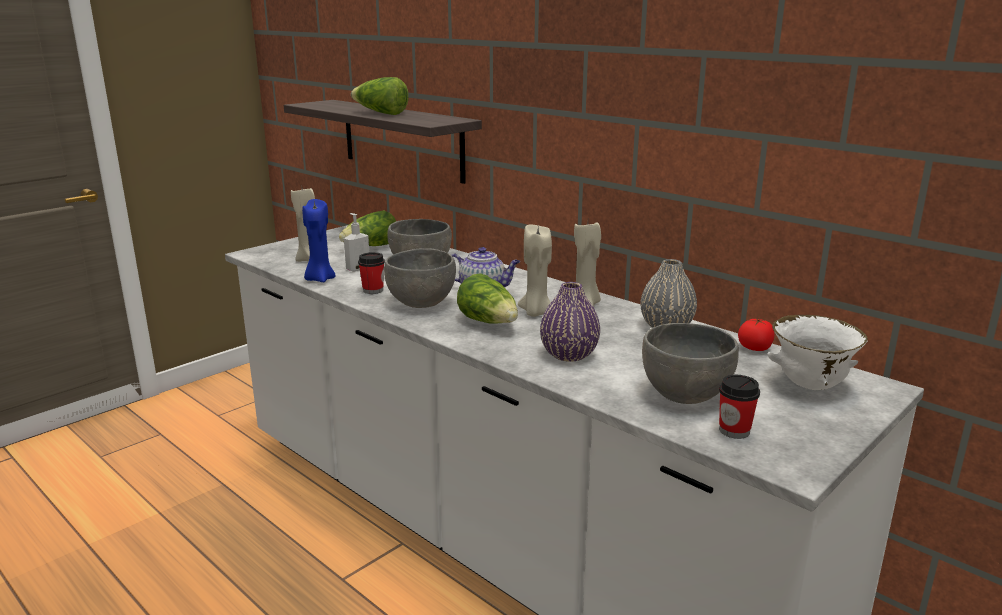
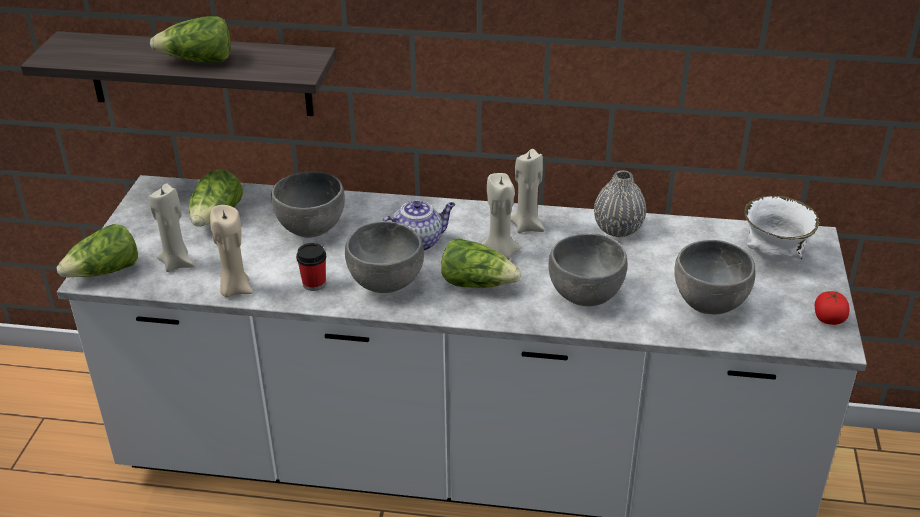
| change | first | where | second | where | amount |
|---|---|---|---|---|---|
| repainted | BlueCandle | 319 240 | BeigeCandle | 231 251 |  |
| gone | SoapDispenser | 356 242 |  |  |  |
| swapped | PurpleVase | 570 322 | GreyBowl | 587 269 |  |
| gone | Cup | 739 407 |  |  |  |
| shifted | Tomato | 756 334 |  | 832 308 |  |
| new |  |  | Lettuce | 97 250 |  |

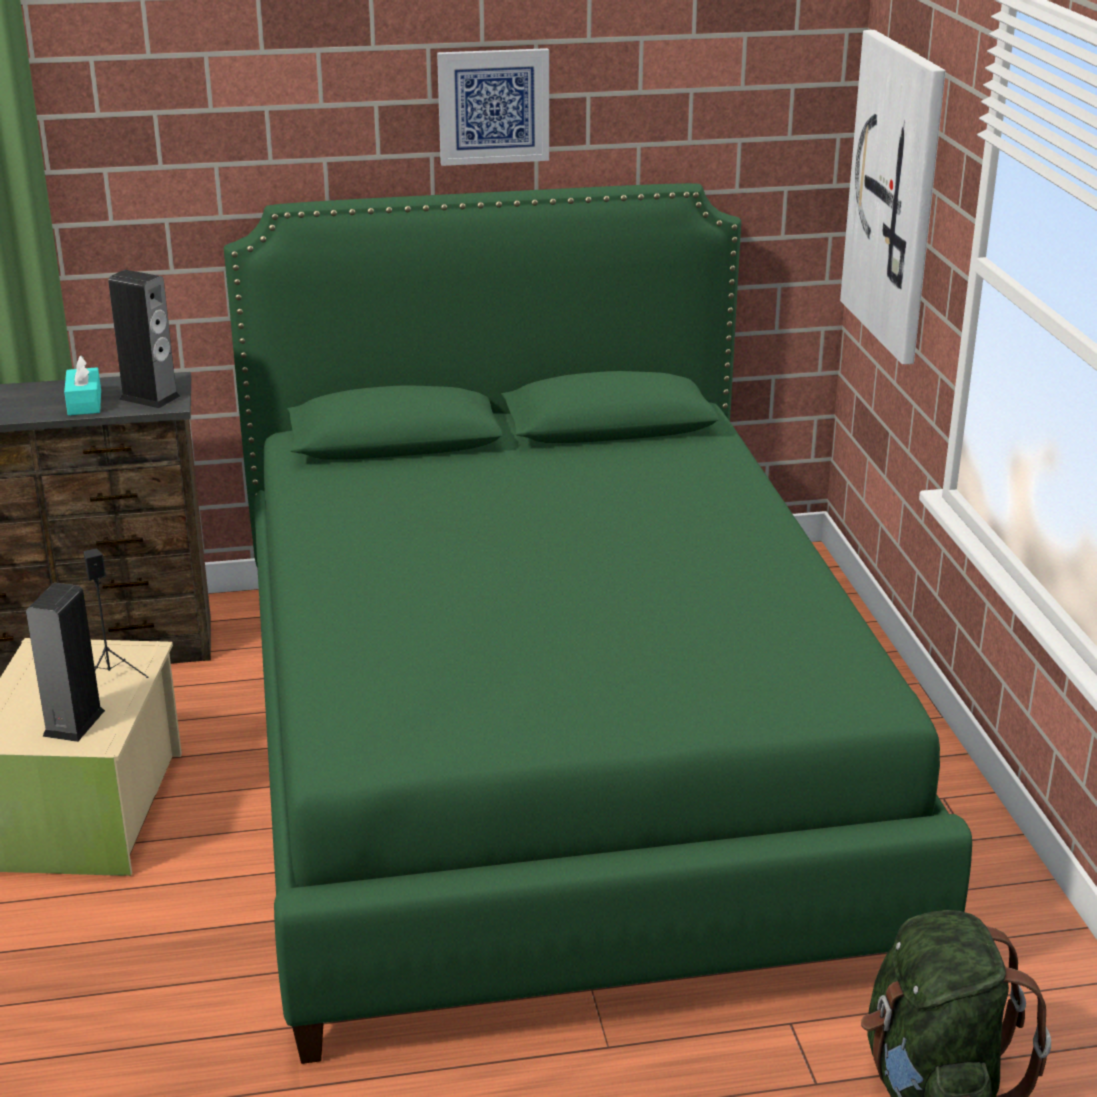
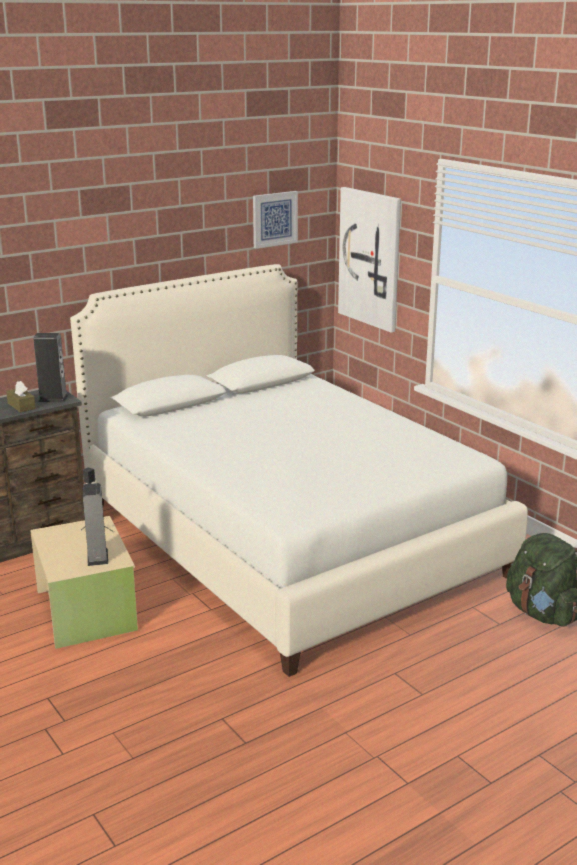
| change | first | where | second | where | amount |
|---|---|---|---|---|---|
| repainted | TurquoiseTissueBox | 82 386 | BrownTissueBox | 21 397 |  |
| repainted | GreenBed | 598 623 | WhiteBed | 299 470 |  |
| shifted | Picture | 493 107 |  | 275 219 |  |

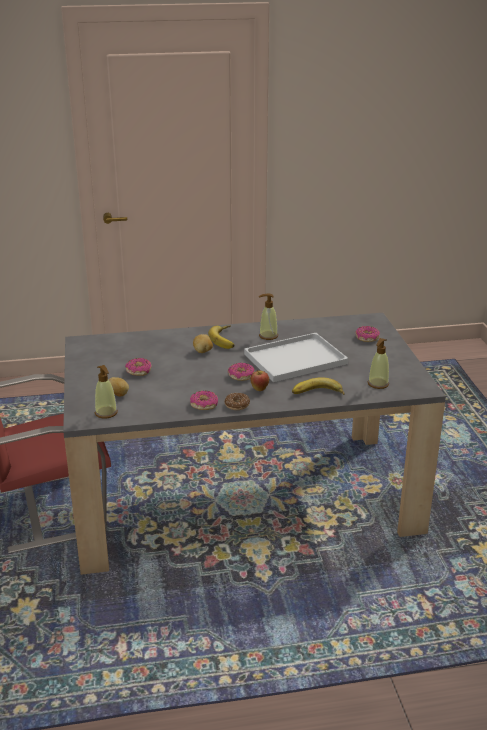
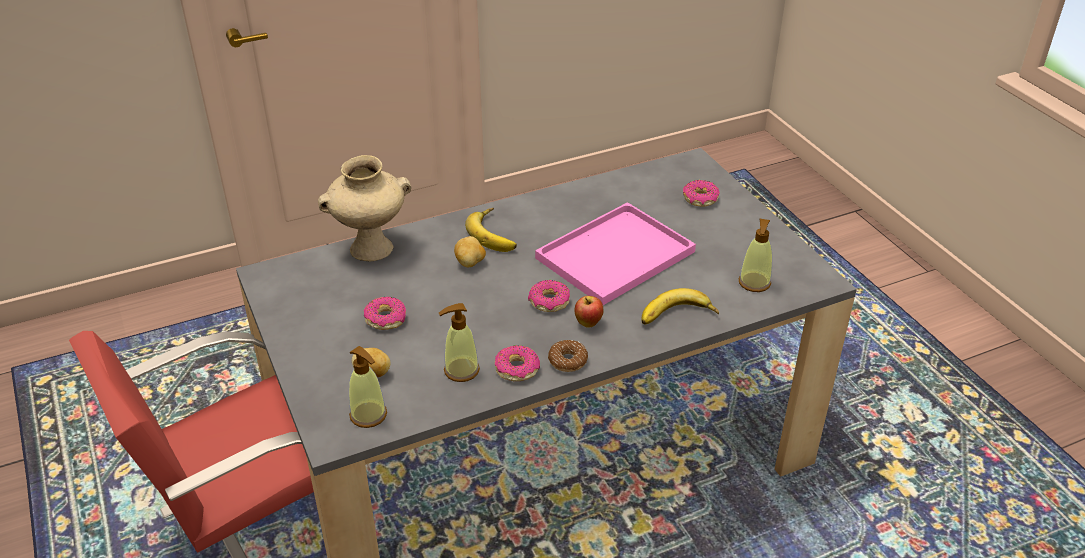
| change | first | where | second | where | amount |
|---|---|---|---|---|---|
| repainted | WhiteTray | 296 357 | PinkTray | 615 253 |  |
| shifted | SoapDispenser | 268 317 |  | 459 342 |  |
| new |  |  | BeigeVase | 364 208 |  |

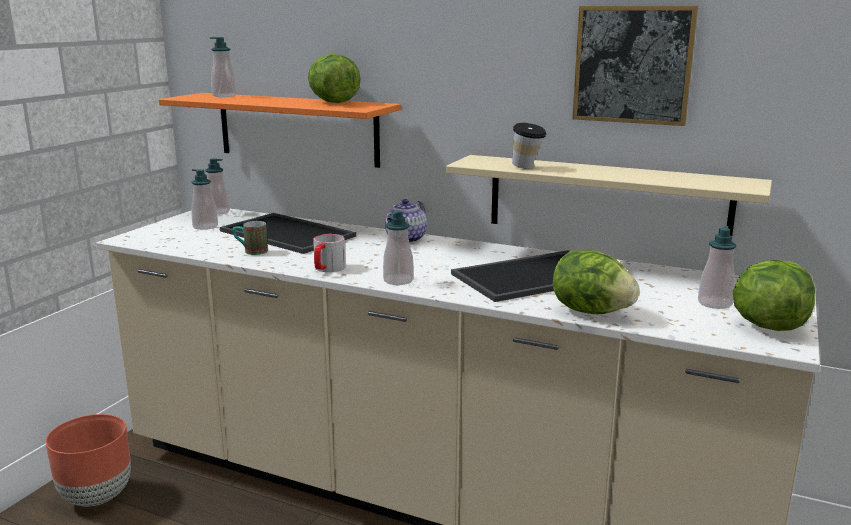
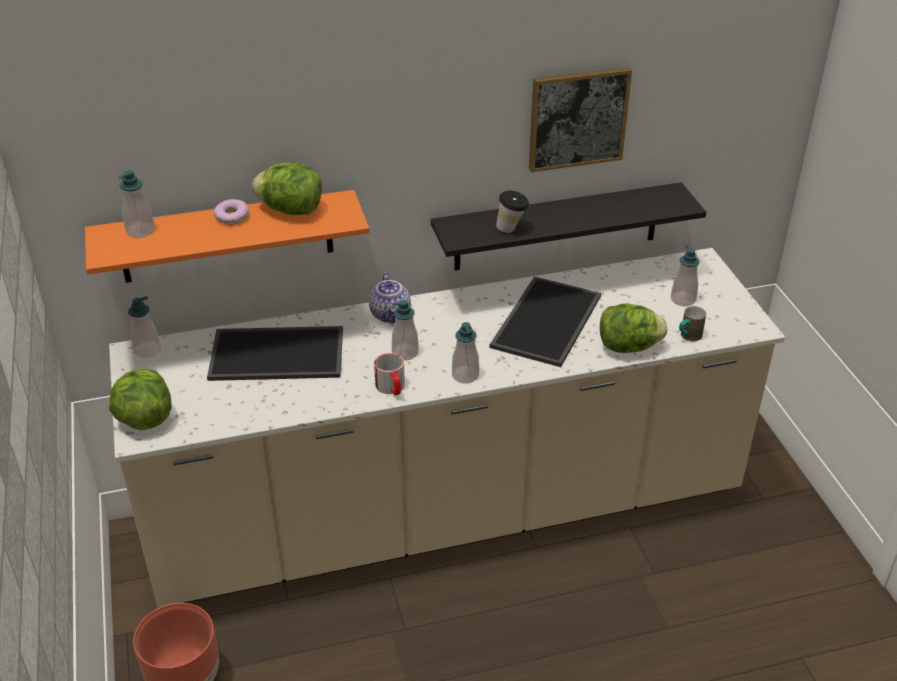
| change | first | where | second | where | amount |
|---|---|---|---|---|---|
| shifted | SoapDispenser | 204 199 |  | 405 330 |  |
| shifted | Mug | 250 238 |  | 692 323 |  |
| repainted | BeigeShelf | 609 195 | BlackShelf | 568 226 |  |
| shifted | Lettuce | 774 295 |  | 140 399 |  |
| new |  |  | Donut | 231 212 |  |

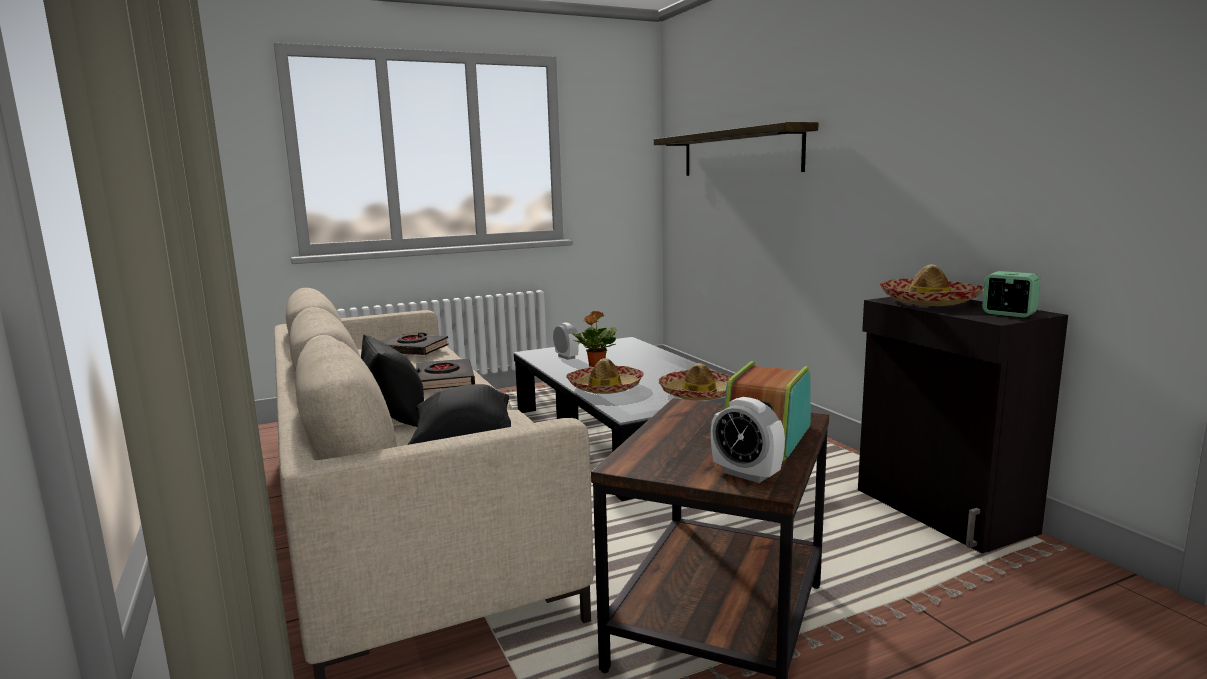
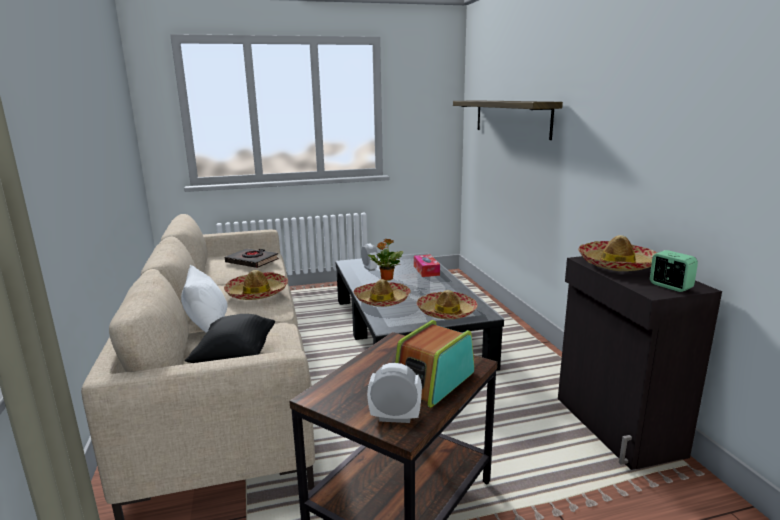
| change | first | where | second | where | amount |
|---|---|---|---|---|---|
| repainted | BlackPillow | 392 380 | WhitePillow | 204 299 |  |
| swapped | BlackBook | 445 374 | Hat | 256 285 |  |
| rotated | AlarmClock | 748 440 |  | 394 393 | 135 degrees clockwise |
| new |  |  | TissueBox | 427 265 |  |

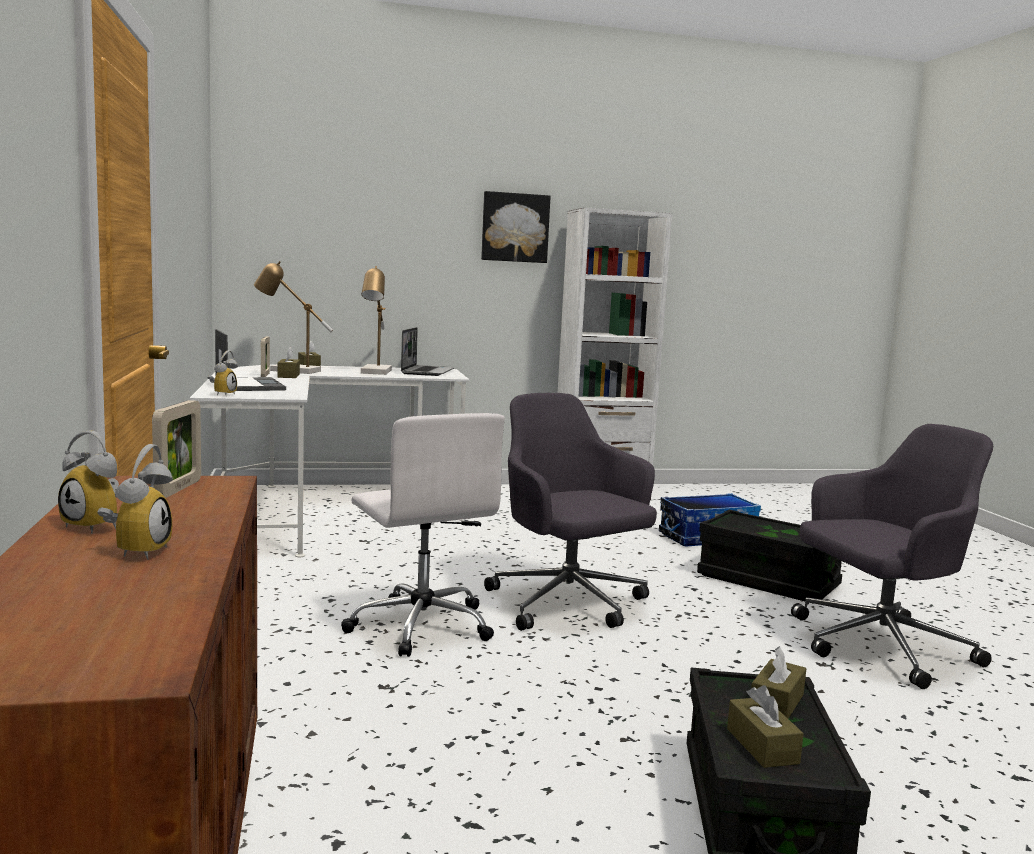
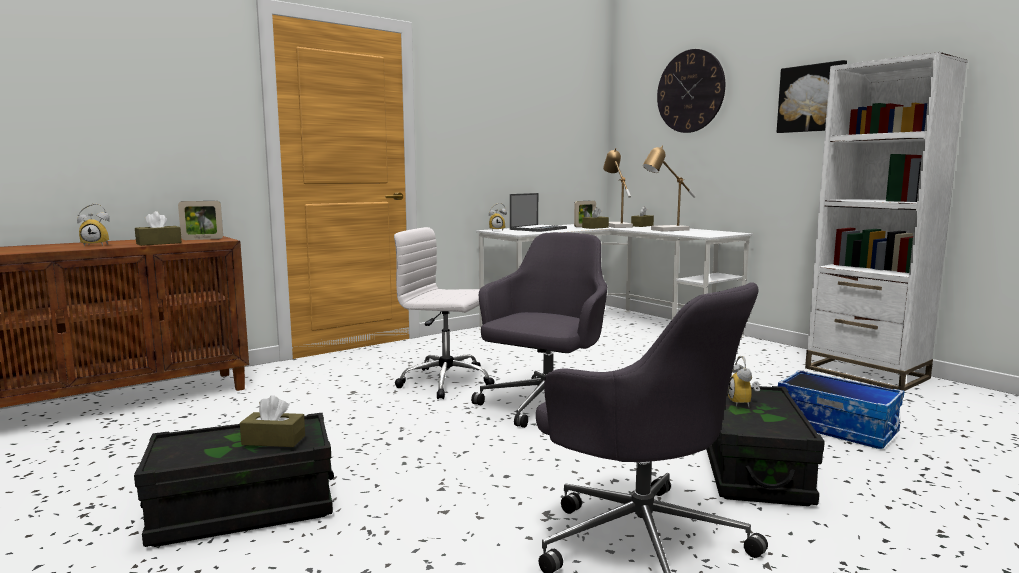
| change | first | where | second | where | amount |
|---|---|---|---|---|---|
| shifted | AlarmClock | 88 482 |  | 744 381 |  |
| rotated | WhiteOfficeChair | 423 535 |  | 444 313 | 75 degrees clockwise |
| gone | Laptop | 427 351 |  |  |  |
| shifted | BrownTissueBox | 765 726 |  | 158 228 |  |
| new |  |  | WallClock | 691 91 |  |

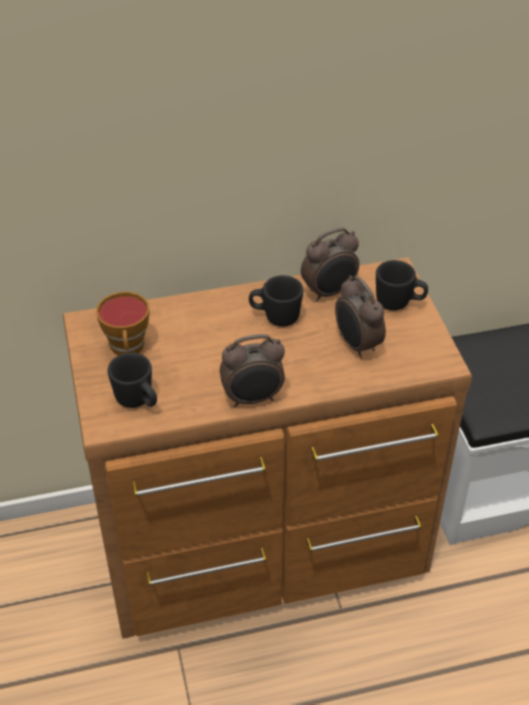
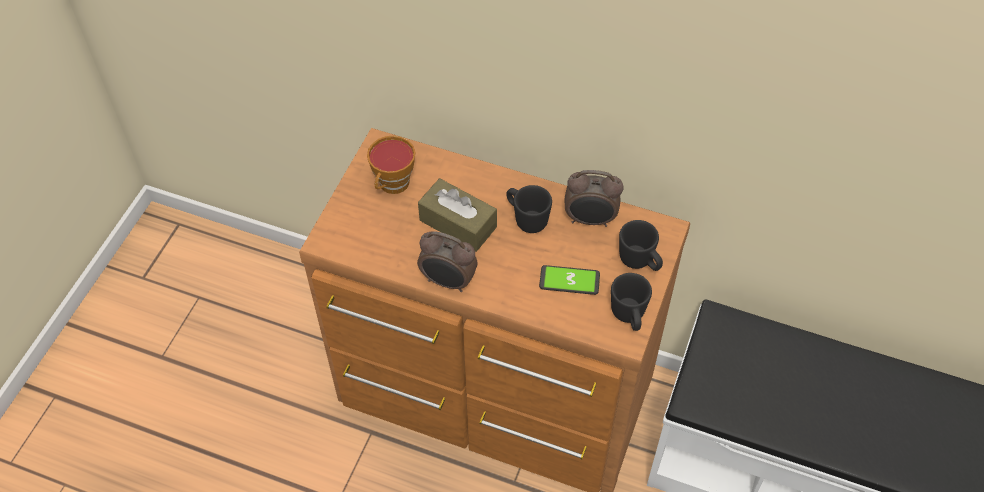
| change | first | where | second | where | amount |
|---|---|---|---|---|---|
| shifted | BlackMug | 132 380 |  | 631 302 |  |
| swapped | AlarmClock | 360 316 | Phone | 569 280 |  |
| new |  |  | BrownTissueBox | 457 215 |  |

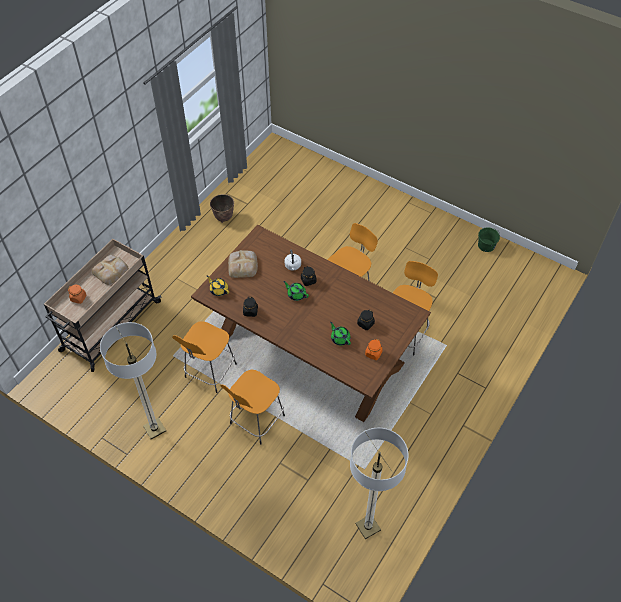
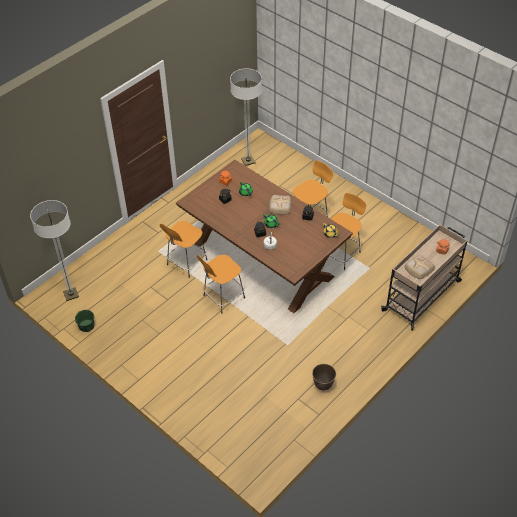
| change | first | where | second | where | amount |
|---|---|---|---|---|---|
| shifted | FloorLamp | 133 380 |  | 54 250 |  |
| shifted | Bread | 243 264 |  | 280 205 |  |

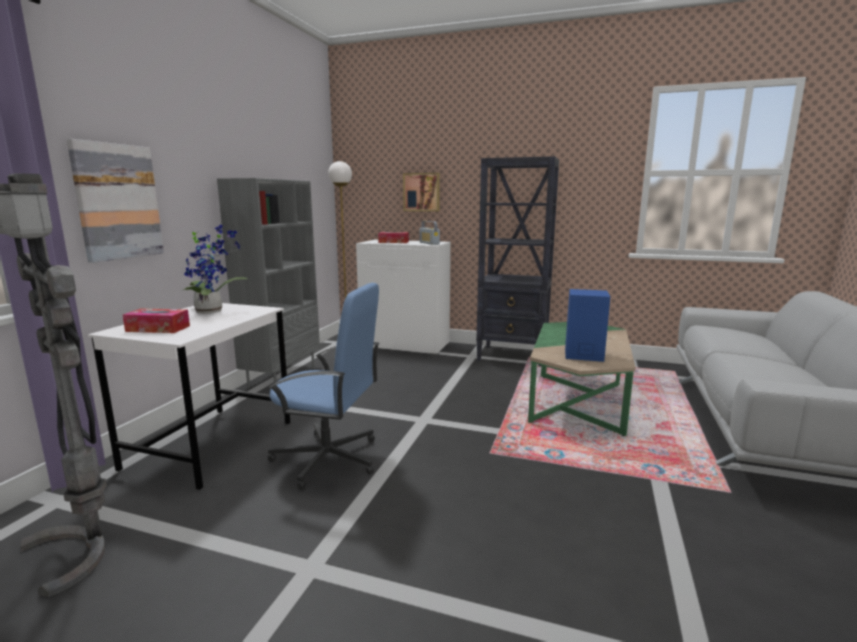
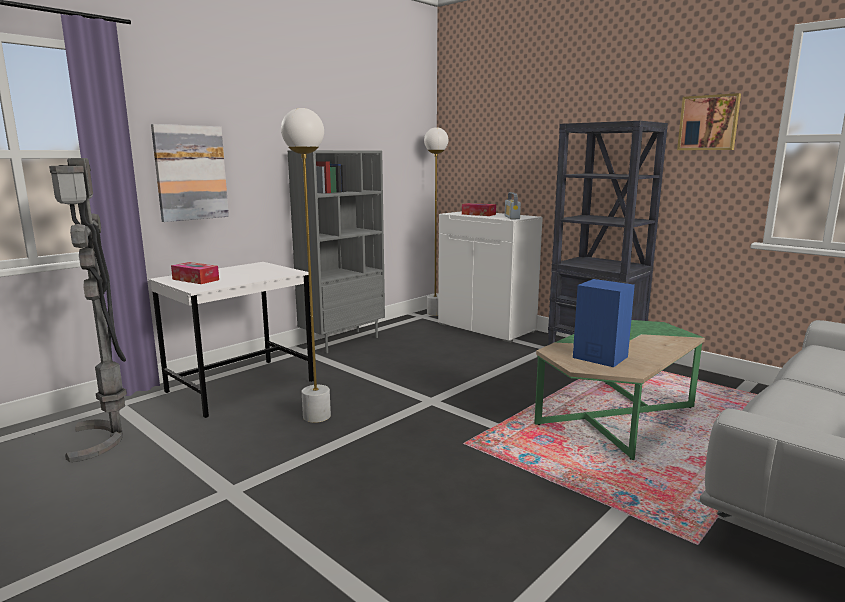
| change | first | where | second | where | amount |
|---|---|---|---|---|---|
| gone | PottedPlant | 214 269 |  |  |  |
| swapped | BlueOfficeChair | 324 386 | WhiteFloorLamp | 306 265 |  |
| shifted | Picture | 421 192 |  | 709 121 |  |

